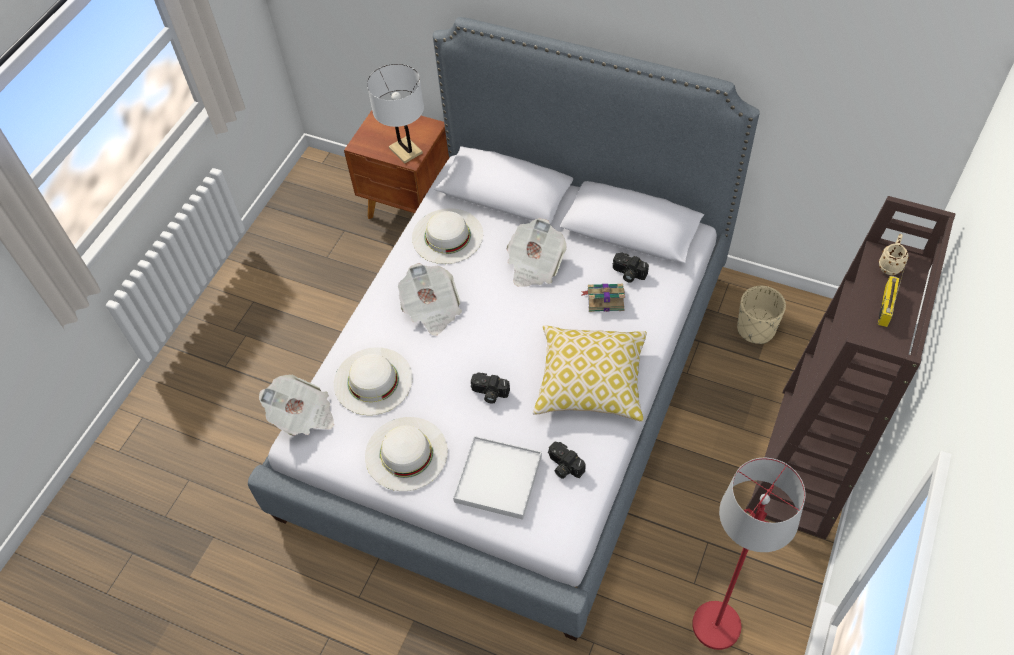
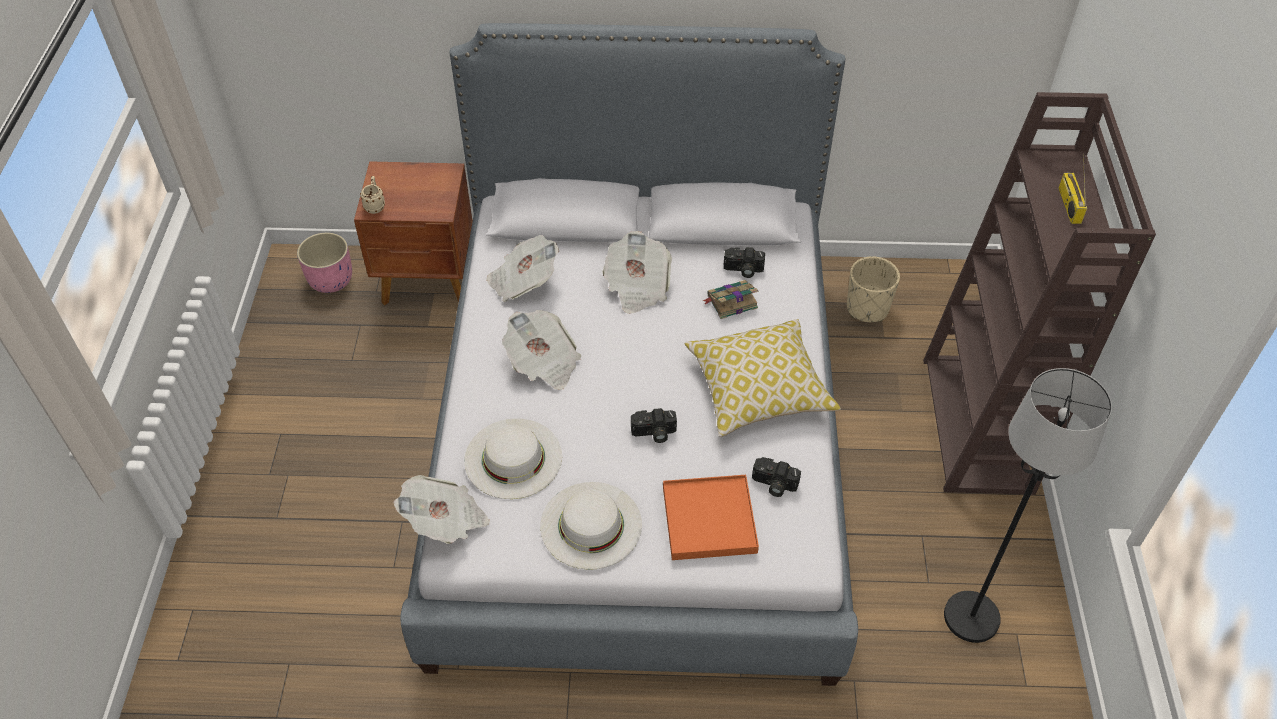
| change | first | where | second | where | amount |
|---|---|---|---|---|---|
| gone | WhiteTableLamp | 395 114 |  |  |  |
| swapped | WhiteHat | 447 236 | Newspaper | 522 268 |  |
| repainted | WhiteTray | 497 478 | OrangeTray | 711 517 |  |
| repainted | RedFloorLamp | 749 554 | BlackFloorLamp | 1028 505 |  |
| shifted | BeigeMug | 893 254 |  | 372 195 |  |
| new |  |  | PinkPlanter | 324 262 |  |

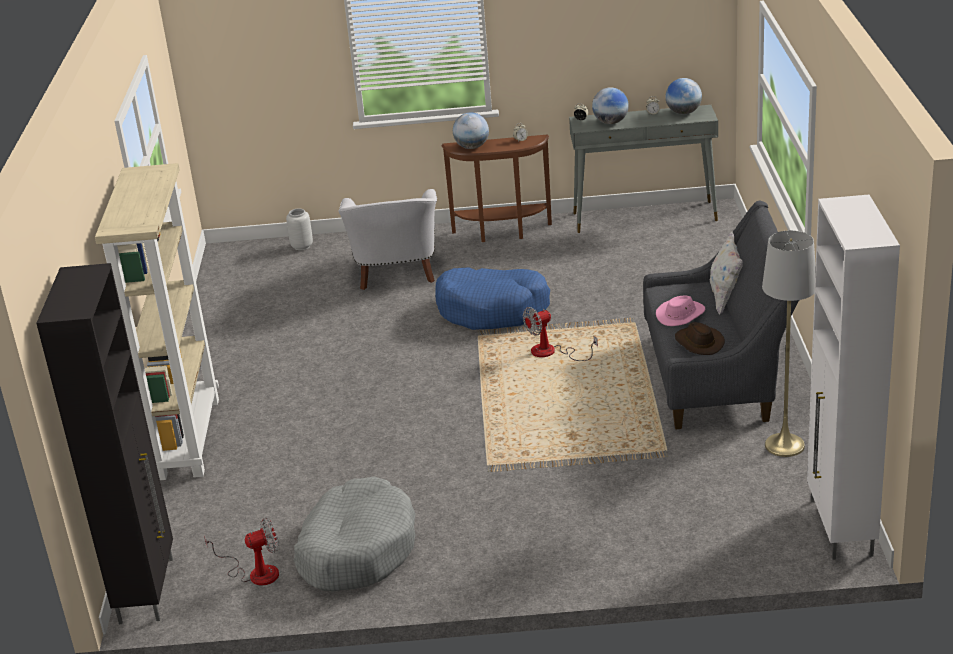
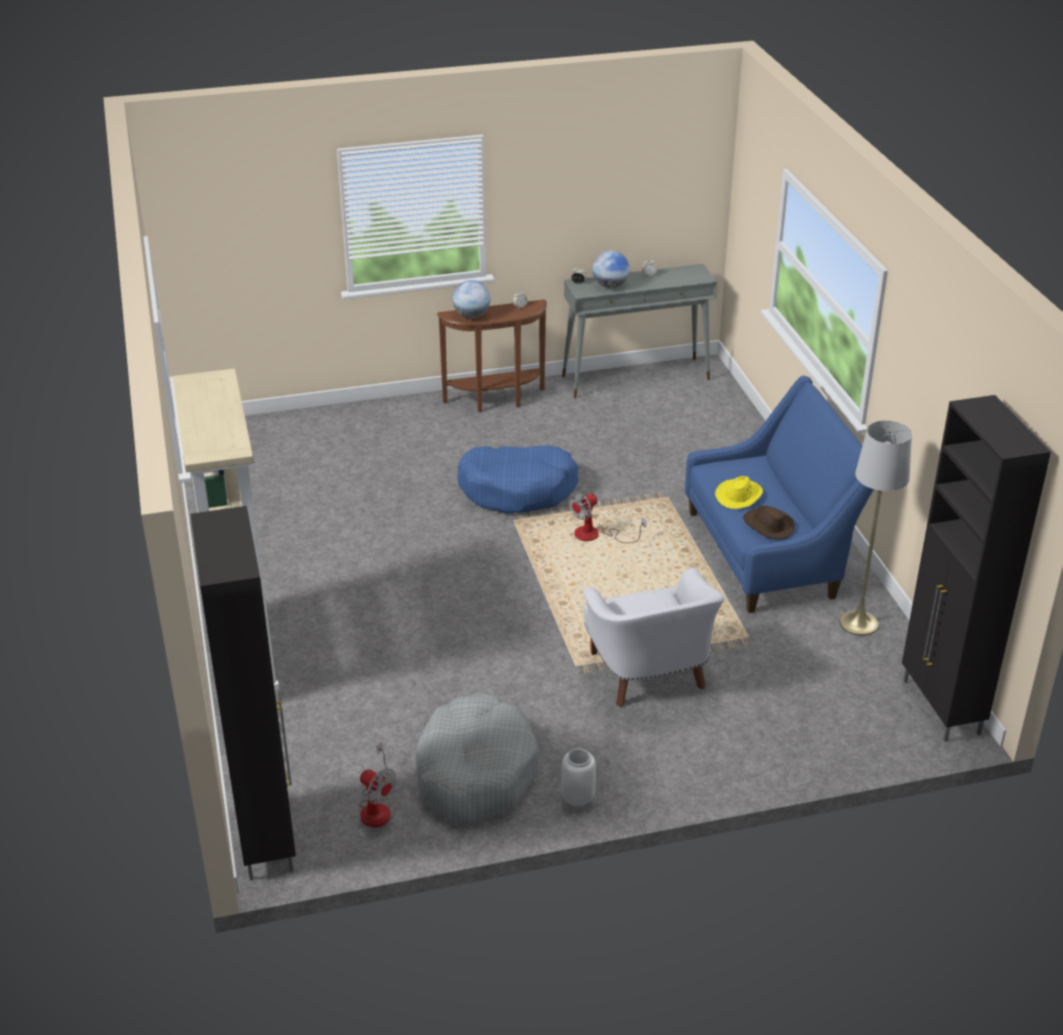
| change | first | where | second | where | amount |
|---|---|---|---|---|---|
| rotated | Fan | 241 552 |  | 378 784 | 75 degrees clockwise |
| shifted | GreyVase | 299 229 |  | 578 777 |  |
| shifted | WhiteArmchair | 387 239 |  | 654 637 |  |
| repainted | GreySofa | 721 315 | BlueSofa | 779 494 |  |
| repainted | PinkHat | 680 310 | YellowHat | 739 492 |  |
| gone | Globe | 683 96 |  |  |  |
| gone | WhitePillow | 726 273 |  |  |  |
| repainted | WhiteCabinet | 853 377 | BlackCabinet | 976 568 |  |

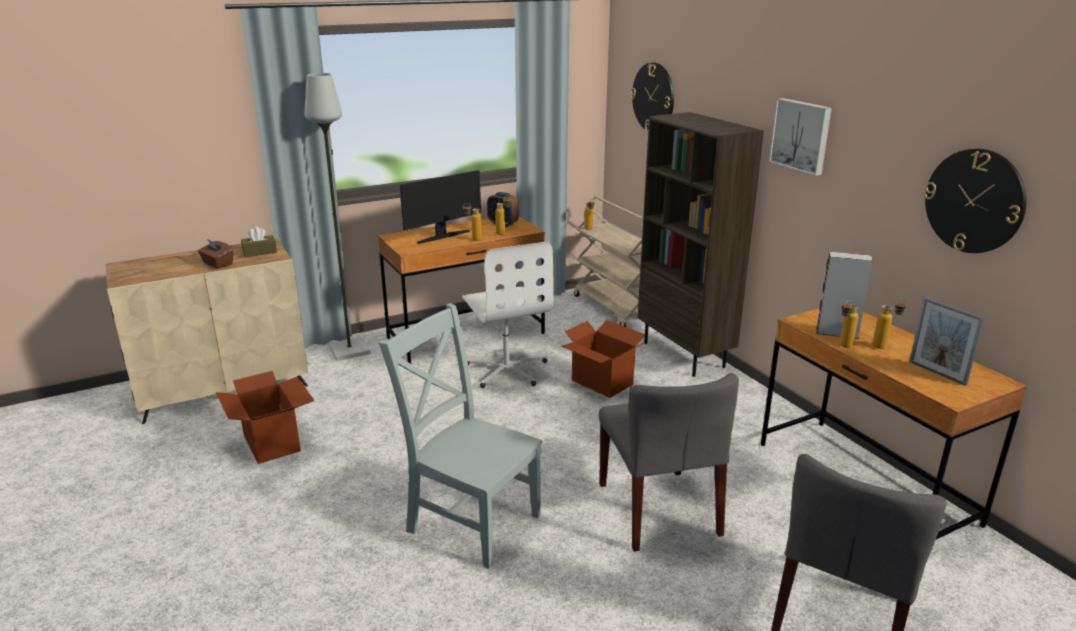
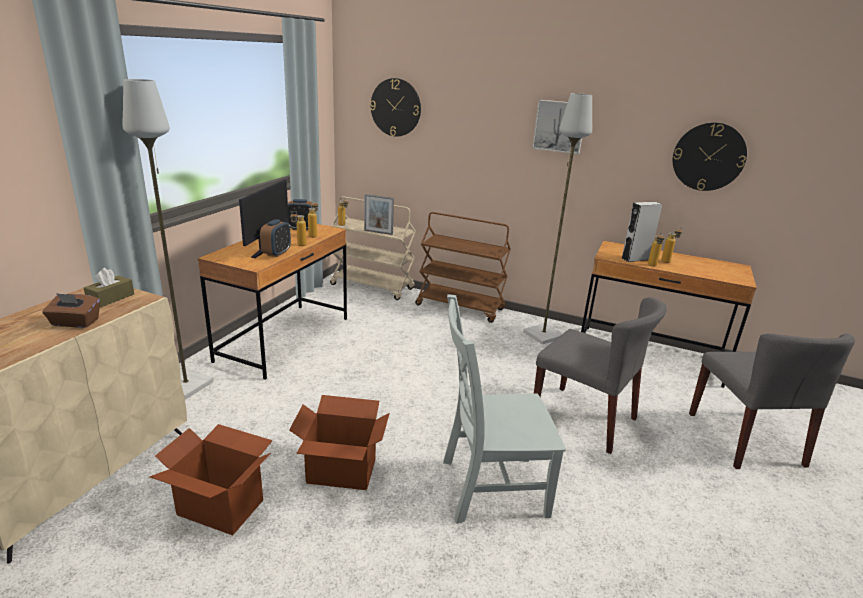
| change | first | where | second | where | amount |
|---|---|---|---|---|---|
| gone | WhiteOfficeChair | 508 315 |  |  |  |
| shifted | CardboardBox | 603 359 |  | 339 442 |  |
| swapped | BrownBookcase | 701 244 | BrownCart | 463 267 |  |
| shifted | PictureFrame | 947 341 |  | 379 214 |  |
| new |  |  | AlarmClock | 275 238 |  |
| new |  |  | GreyFloorLamp | 557 218 |  |

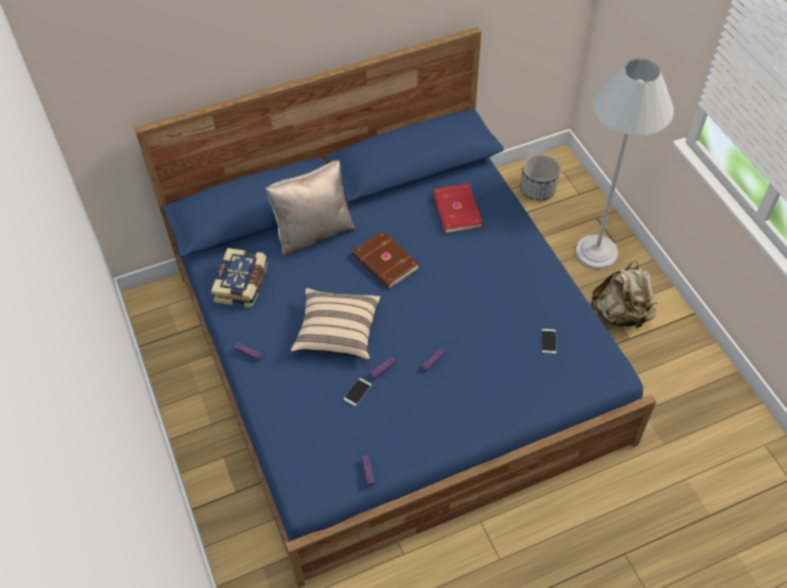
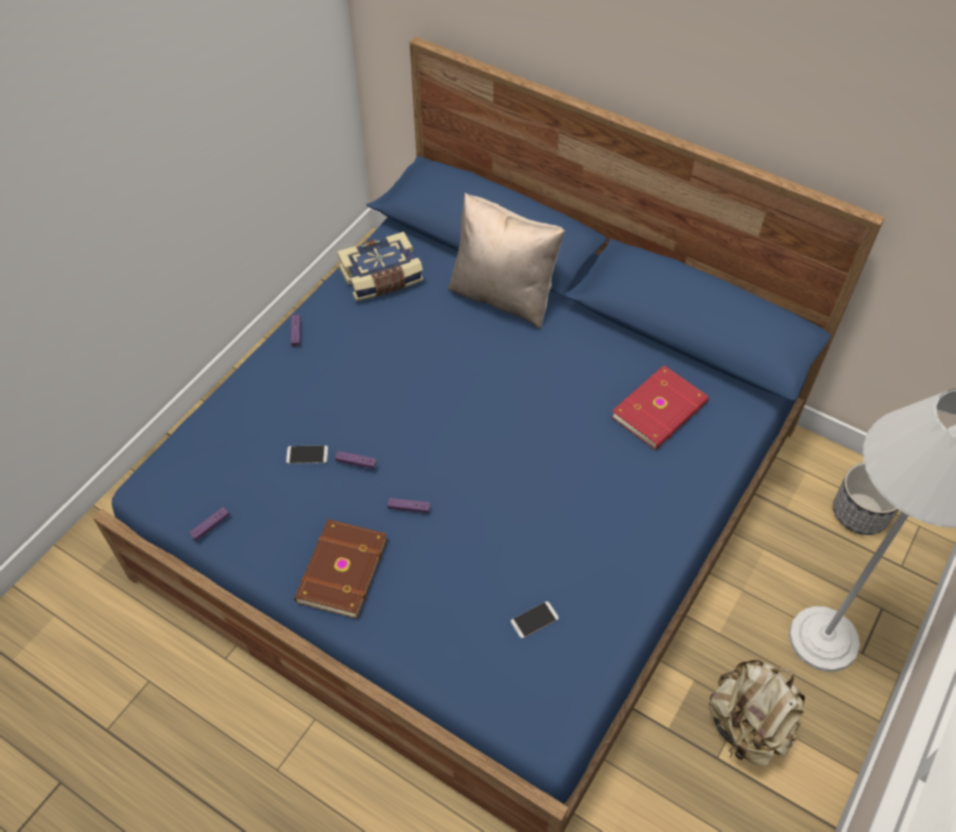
| change | first | where | second | where | amount |
|---|---|---|---|---|---|
| gone | BeigePillow | 335 324 |  |  |  |
| shifted | BrownBook | 385 260 |  | 340 569 |  |

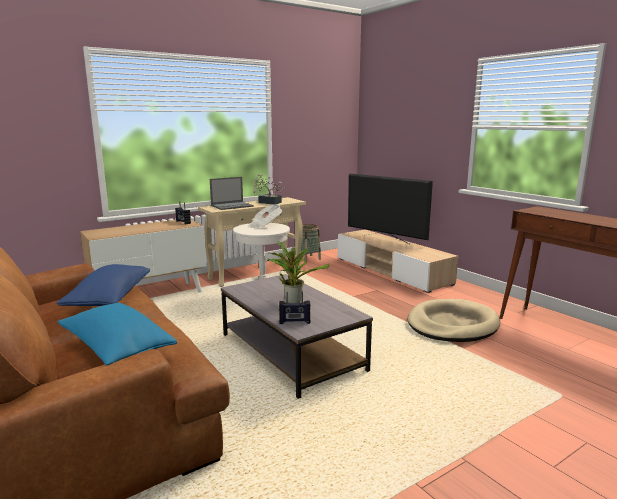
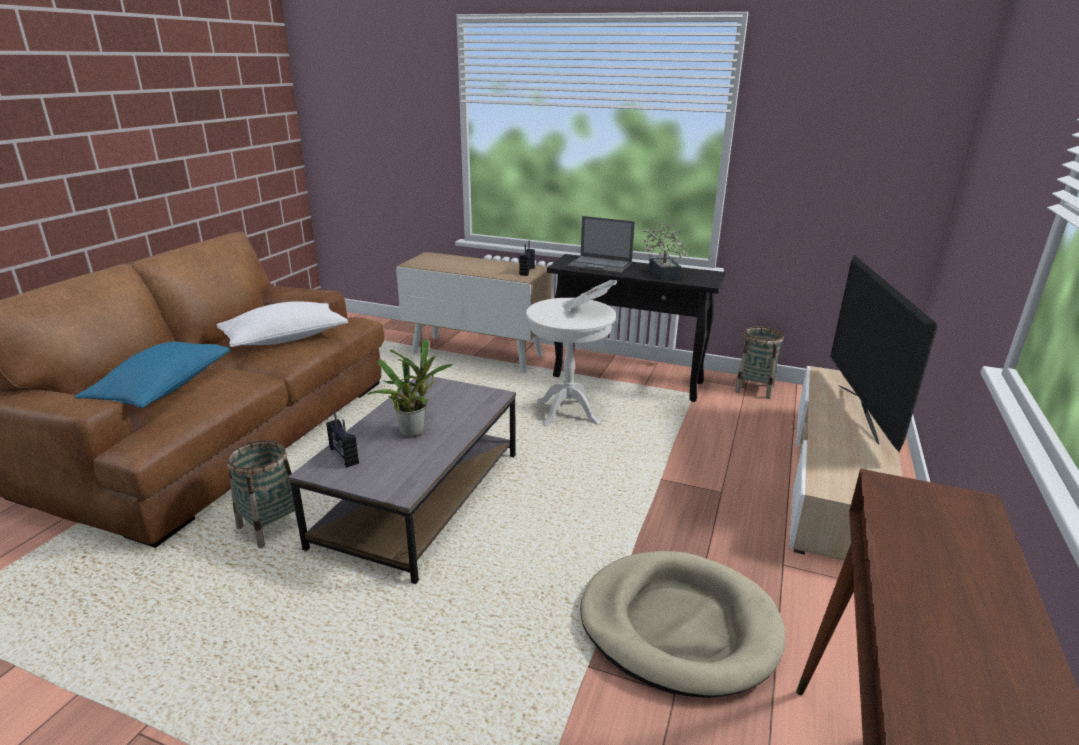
| change | first | where | second | where | amount |
|---|---|---|---|---|---|
| repainted | BluePillow | 103 285 | WhitePillow | 282 324 |  |
| repainted | BeigeConsoleTable | 252 242 | BlackConsoleTable | 636 328 |  |
| new |  |  | Basket | 262 494 |  |

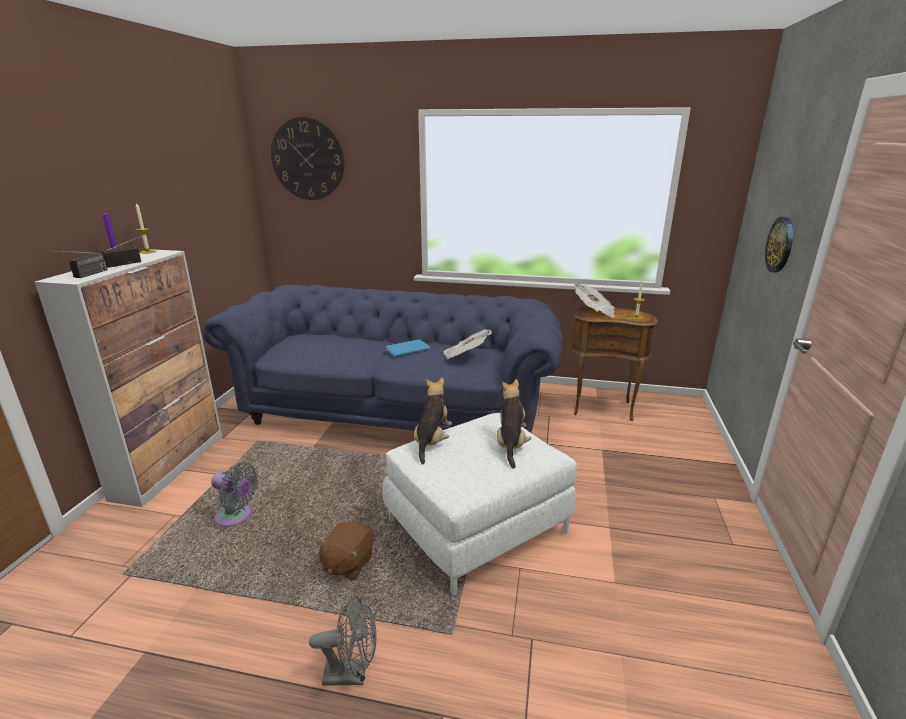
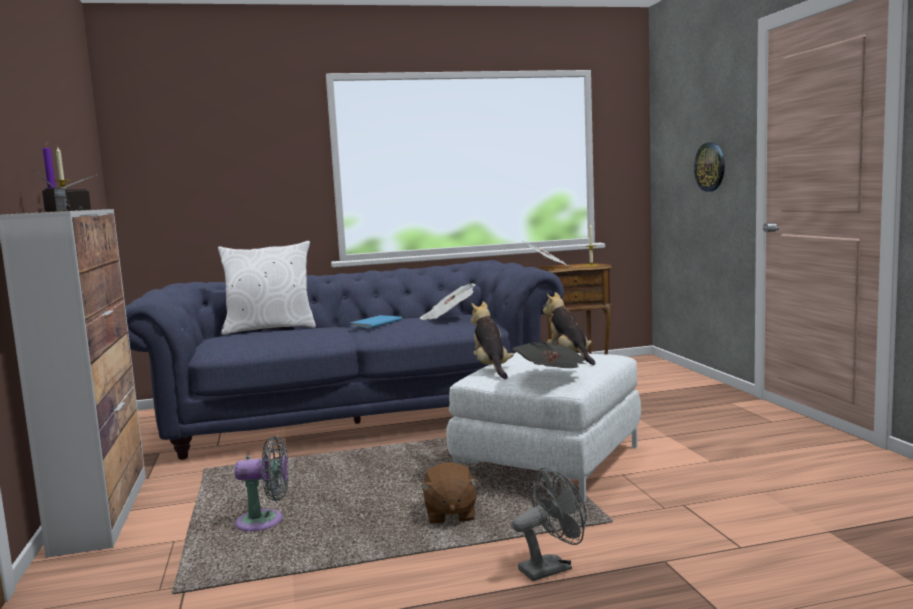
| change | first | where | second | where | amount |
|---|---|---|---|---|---|
| gone | WallClock | 307 158 |  |  |  |
| new |  |  | WhitePillow | 267 288 |  |
| new |  |  | Newspaper | 548 355 |  |

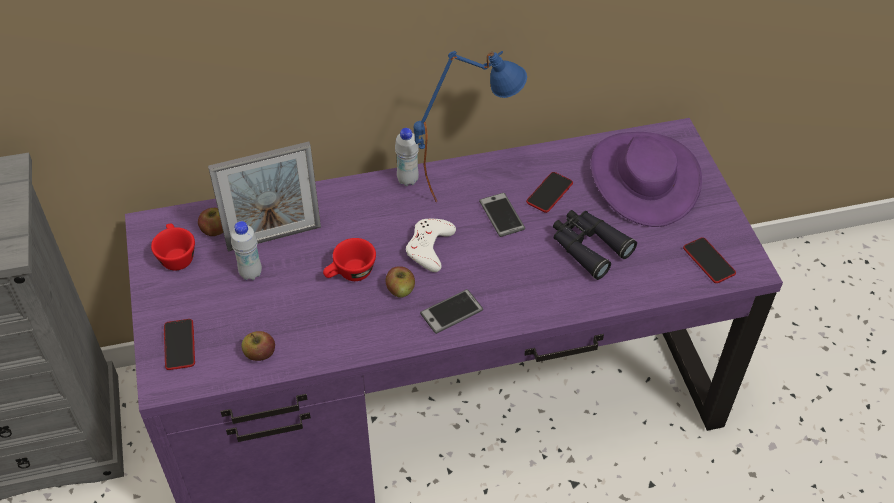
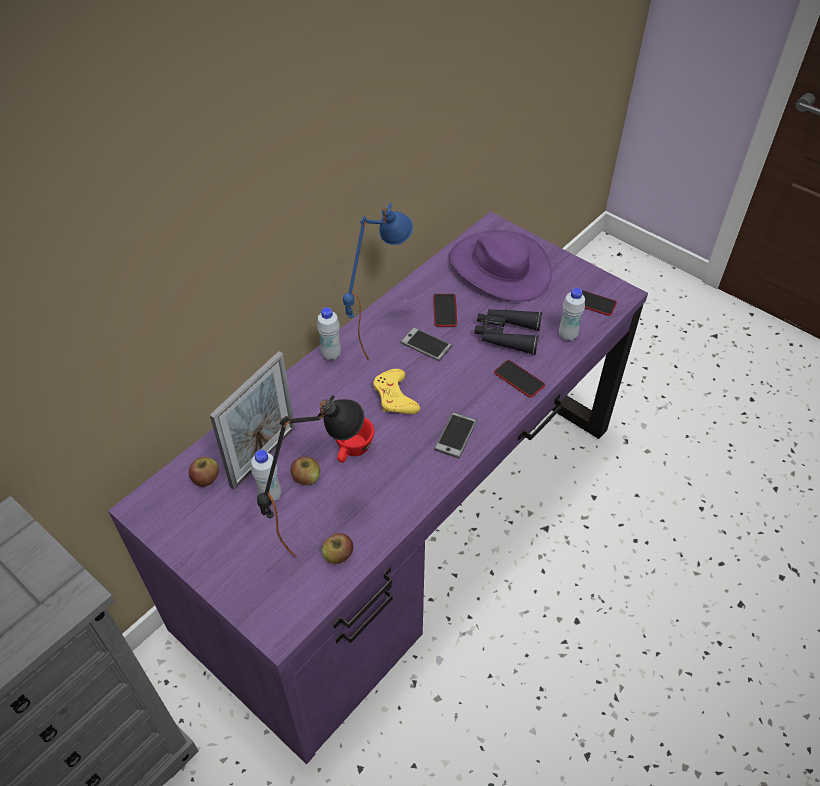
| change | first | where | second | where | amount |
|---|---|---|---|---|---|
| gone | RedCup | 173 246 |  |  |  |
| shifted | Phone | 179 344 |  | 519 379 |  |
| shifted | Apple | 400 282 |  | 305 470 |  |
| repainted | WhiteGameController | 431 245 | YellowGameController | 396 391 |  |
| new |  |  | BlackTableLamp | 310 476 |  |
| new |  |  | WhiteBottle | 572 314 |  |

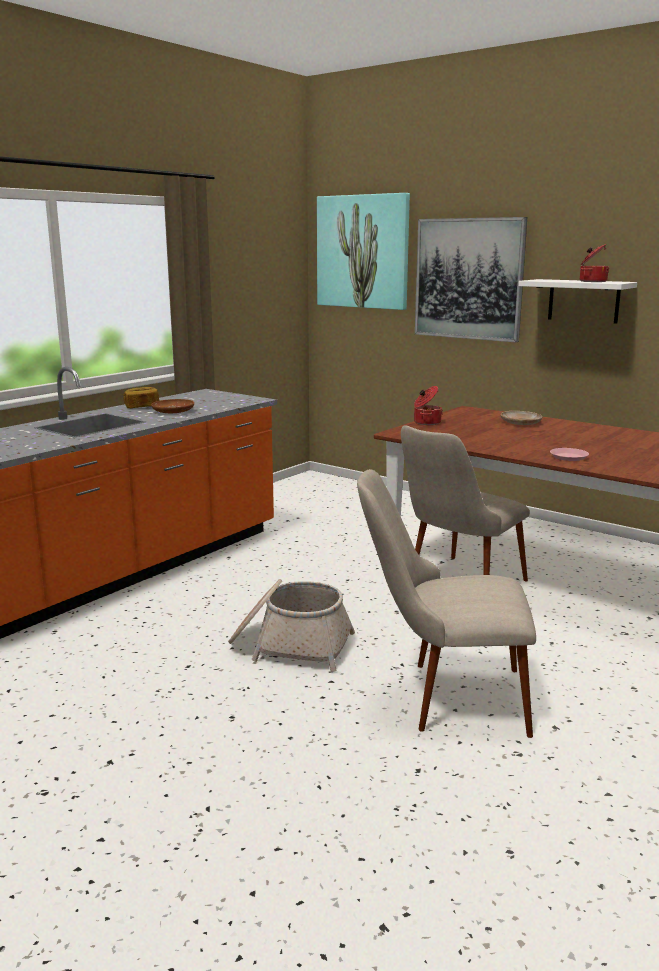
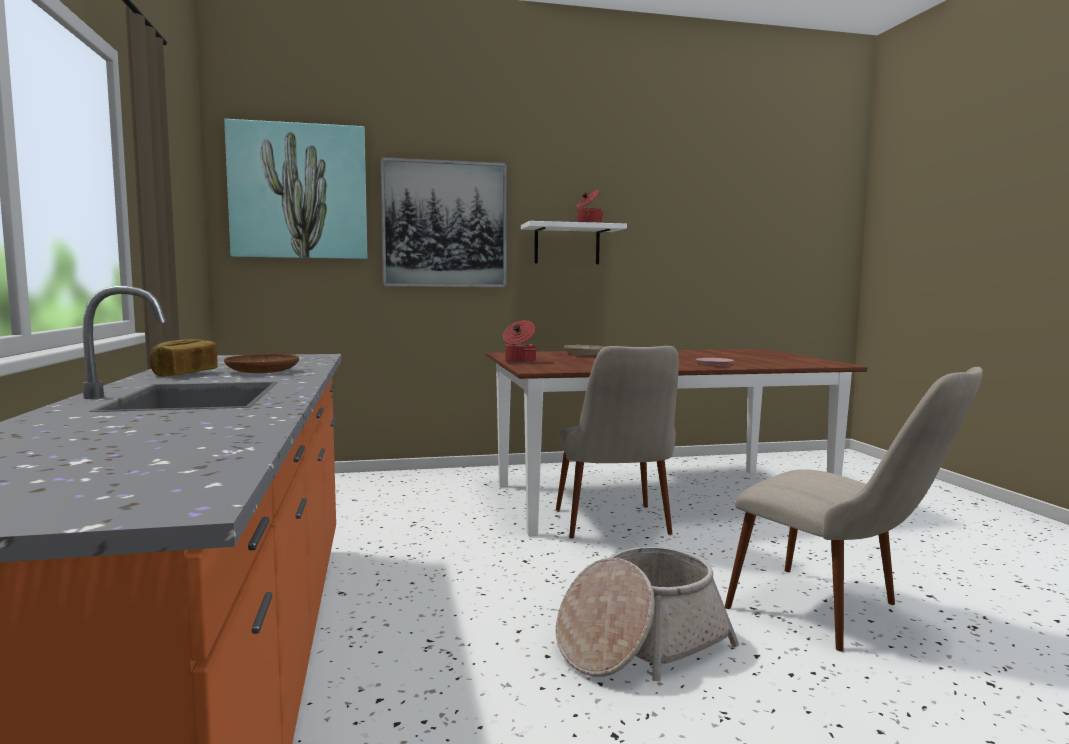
| change | first | where | second | where | amount |
|---|---|---|---|---|---|
| rotated | BeigeChair | 446 603 |  | 854 509 | 90 degrees counterclockwise |

